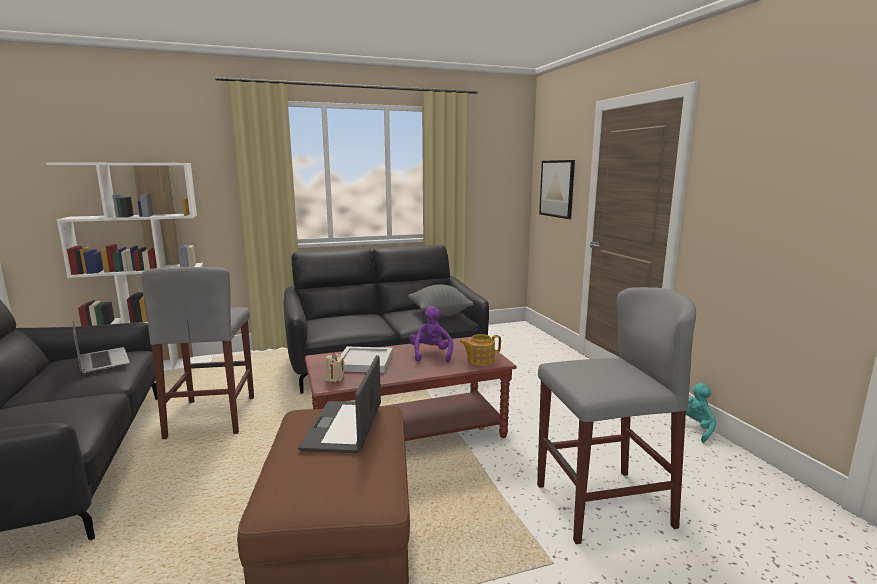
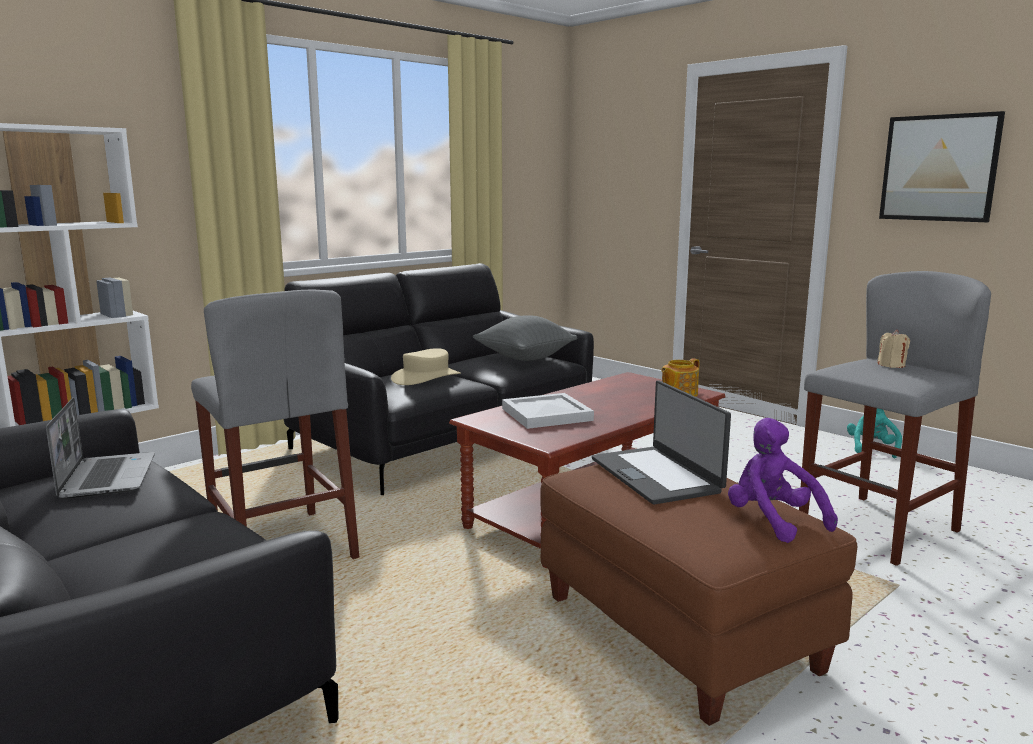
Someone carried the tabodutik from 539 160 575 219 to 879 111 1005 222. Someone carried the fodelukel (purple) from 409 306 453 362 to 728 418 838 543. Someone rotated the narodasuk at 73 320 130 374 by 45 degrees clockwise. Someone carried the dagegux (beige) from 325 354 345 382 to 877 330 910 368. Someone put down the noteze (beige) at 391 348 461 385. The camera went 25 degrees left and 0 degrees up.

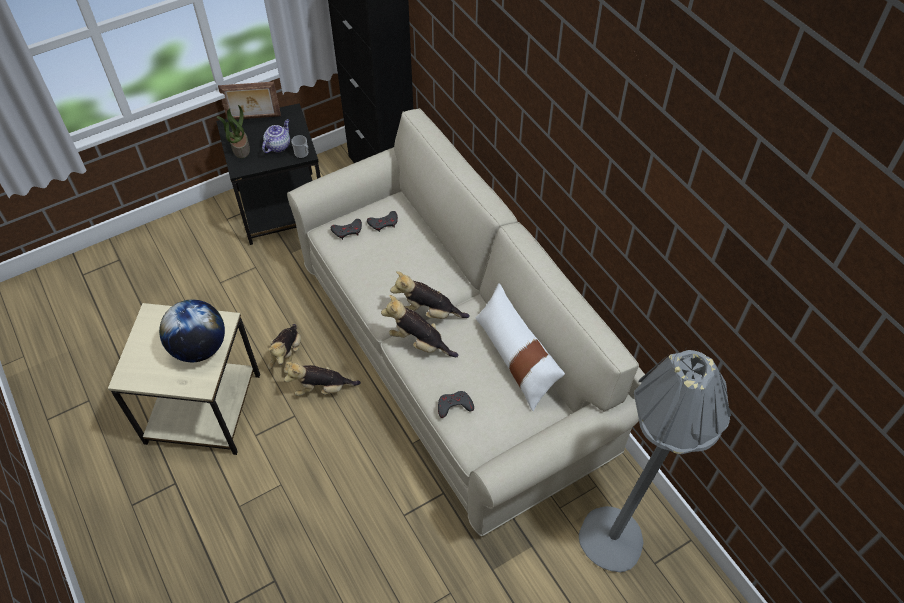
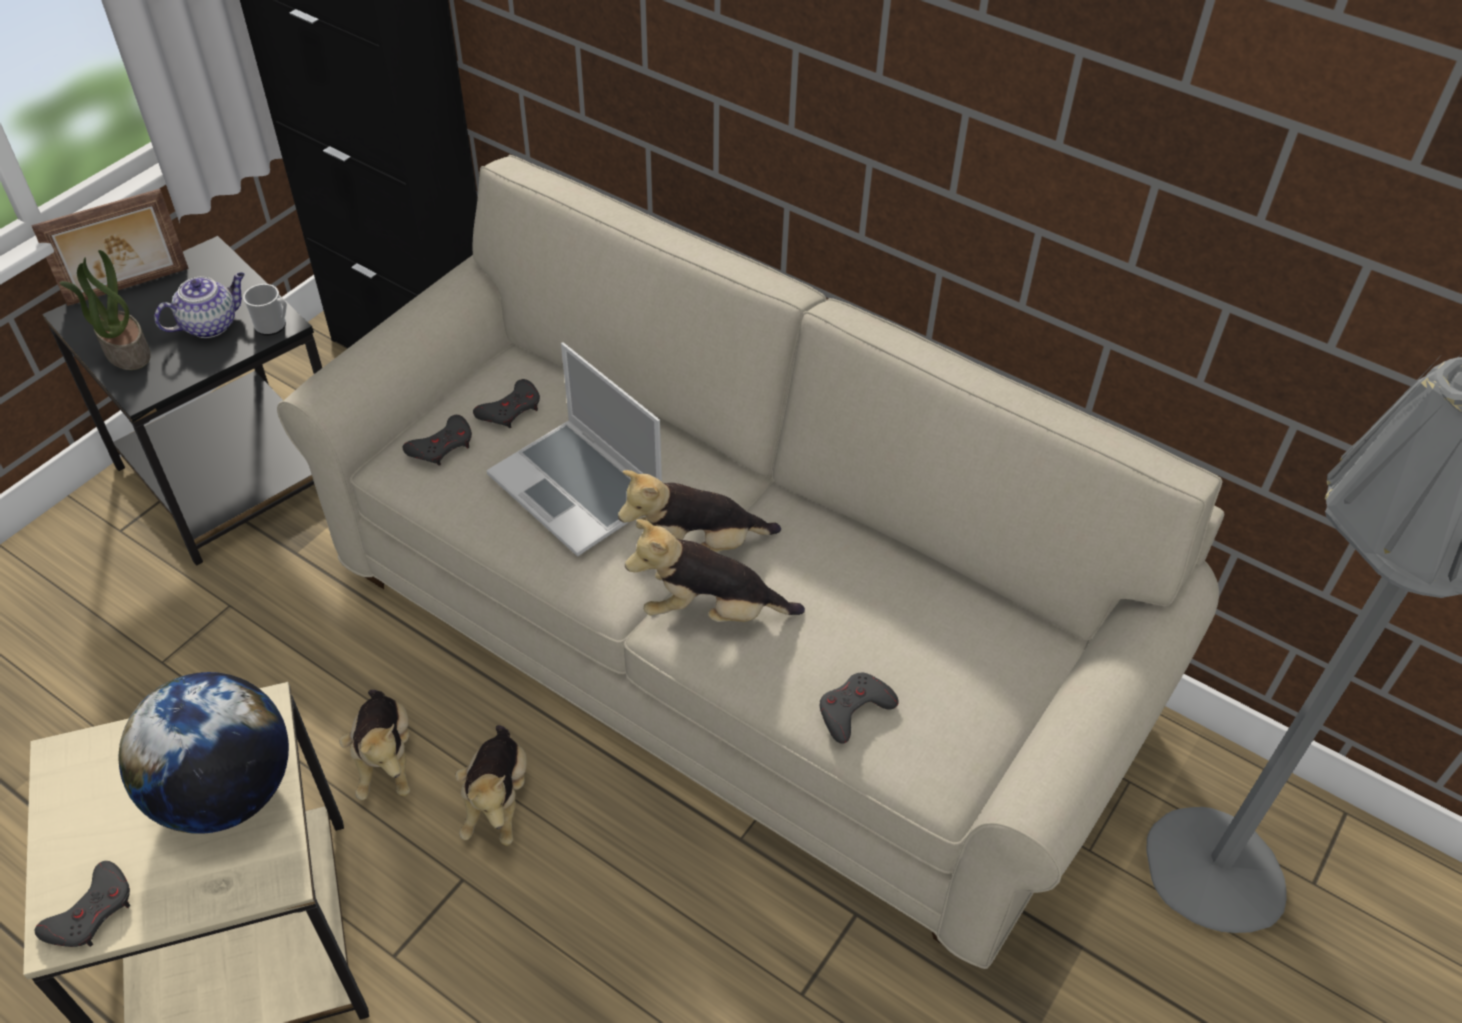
Someone rotated the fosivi at 262 119 290 153 by 45 degrees clockwise. Someone took away the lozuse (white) at 475 283 565 411. Someone rotated the fodelukel at 284 362 361 396 by 60 degrees counterclockwise. Someone put down the narodasuk at 486 342 662 557. Someone put down the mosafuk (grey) at 34 861 130 947. The camera went 25 degrees left and 5 degrees down.

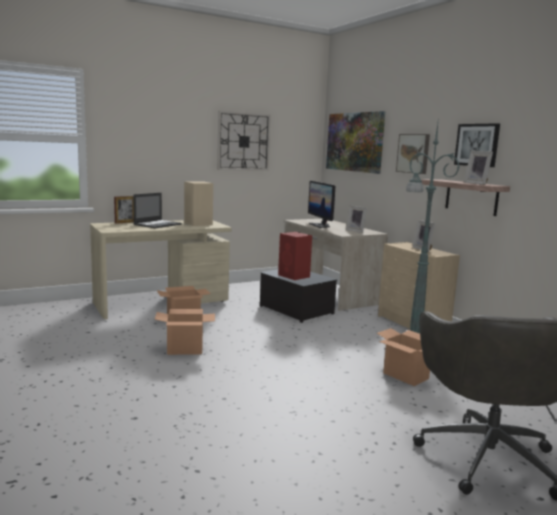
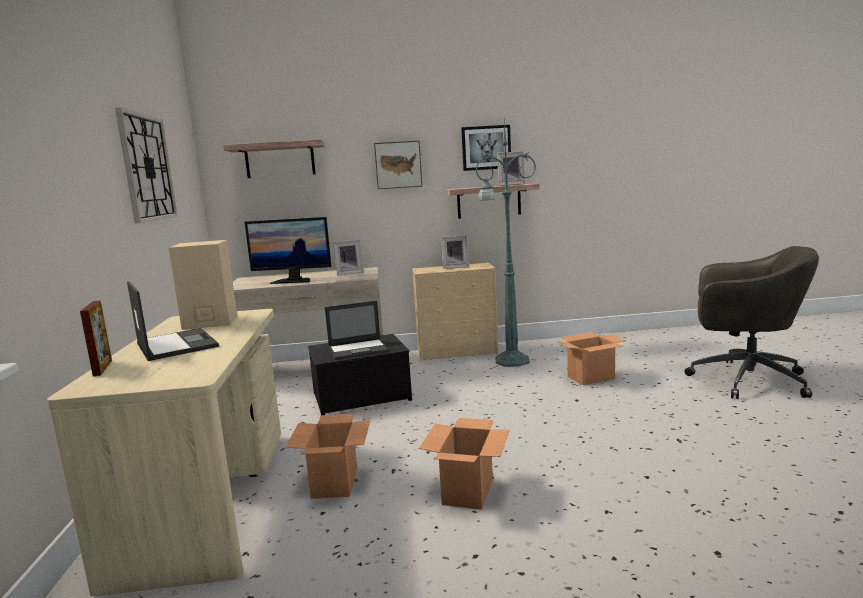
Someone swapped the tabodutik at 326 111 385 174 for the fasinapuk at 223 139 325 178. Someone swapped the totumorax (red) at 278 232 312 280 for the narodasuk at 325 301 389 360. The camera went 65 degrees left and 0 degrees up.

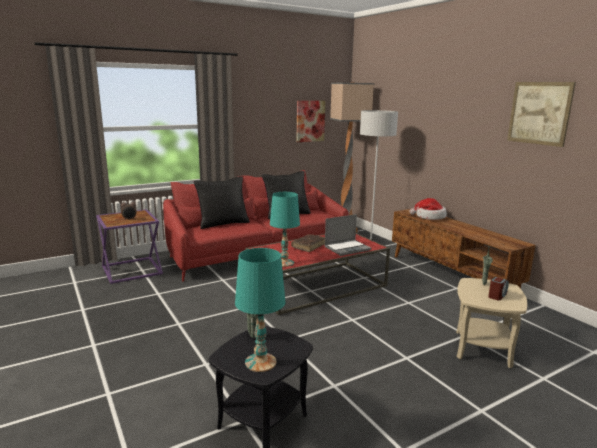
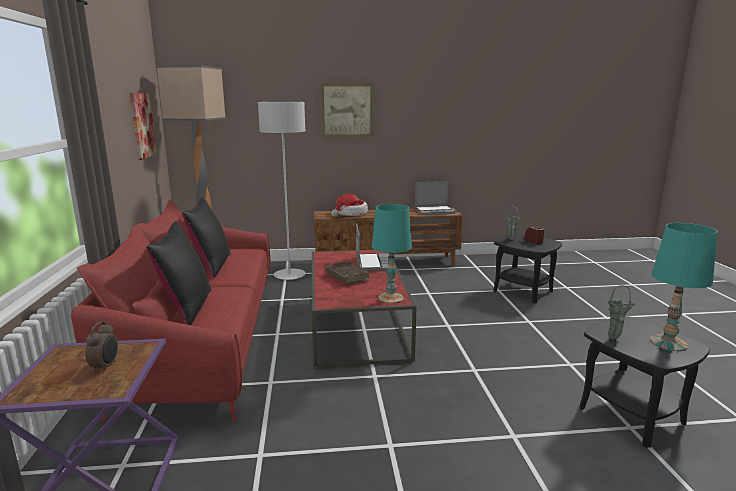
Someone carried the tabodutik from 507 82 576 147 to 320 83 374 138. Someone repainted the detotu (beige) at 456 278 528 368, which became the detotu (black) at 493 233 562 304. Someone put down the narodasuk at 415 181 456 215. The camera went 65 degrees left and 0 degrees up.

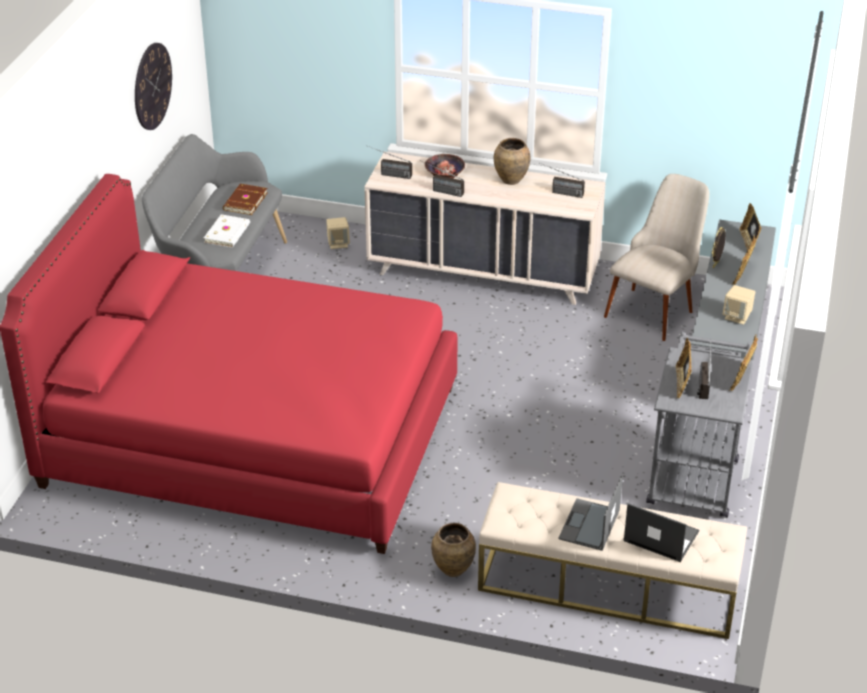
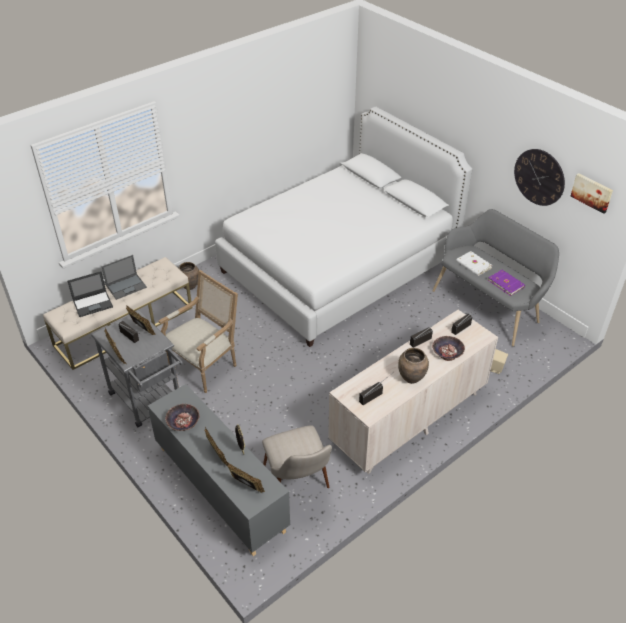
Someone repainted the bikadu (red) at 0 174 458 554, which became the bikadu (white) at 215 107 473 347. Someone repainted the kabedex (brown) at 223 184 268 215, which became the kabedex (purple) at 488 270 525 296. Someone swapped the totumorax (beige) at 723 285 755 325 for the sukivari at 165 404 199 431. Someone rotated the narodasuk at 558 475 623 551 by 90 degrees clockwise. Someone put up the tabodutik at 570 173 613 214. Someone put down the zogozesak at 158 270 238 393. The camera went 125 degrees right and 5 degrees up.

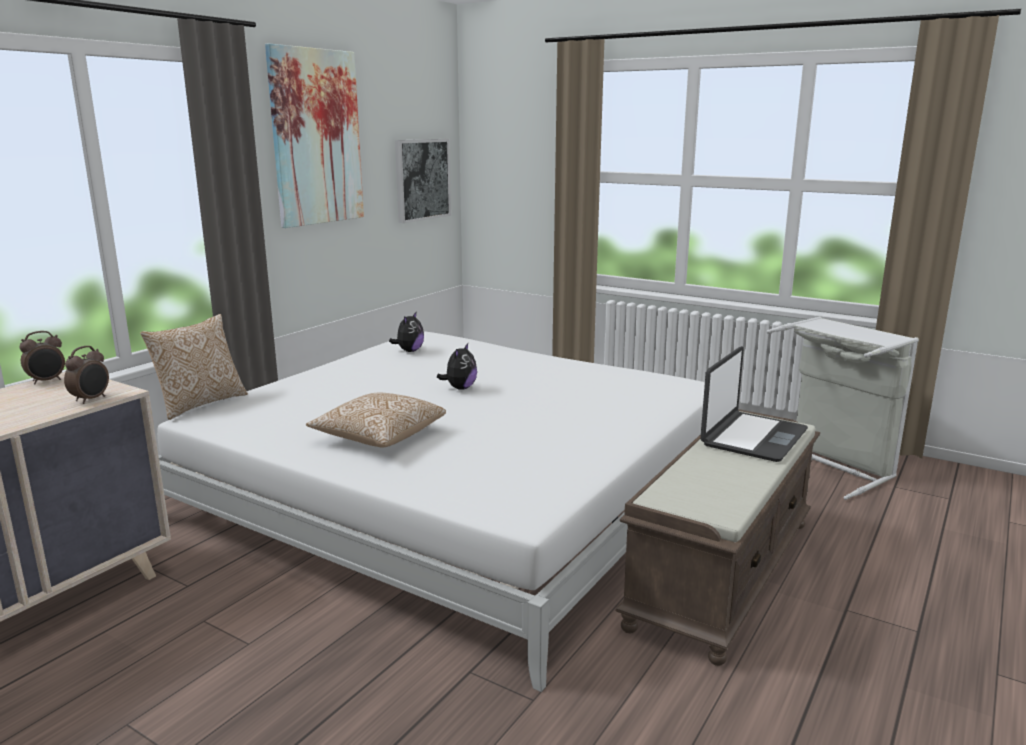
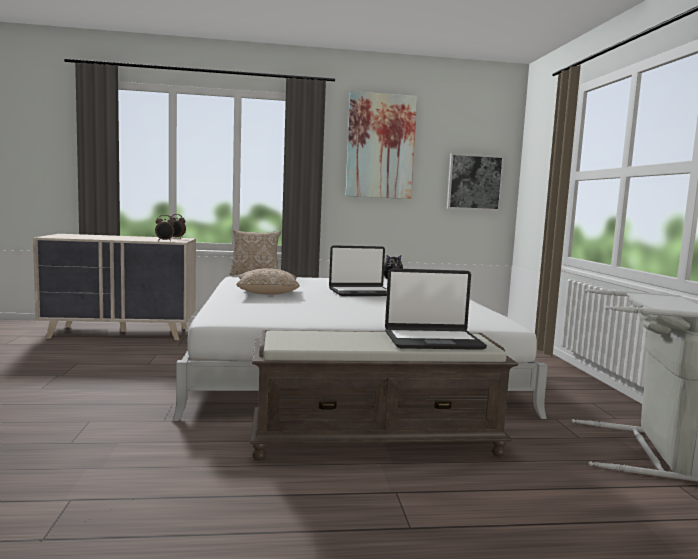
Someone swapped the fodelukel at 437 343 477 390 for the narodasuk at 329 245 387 296. The camera went 50 degrees right and 10 degrees down.

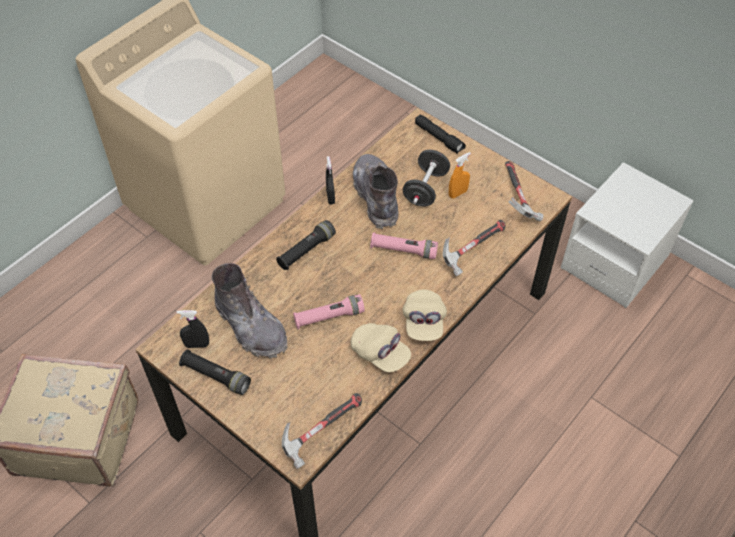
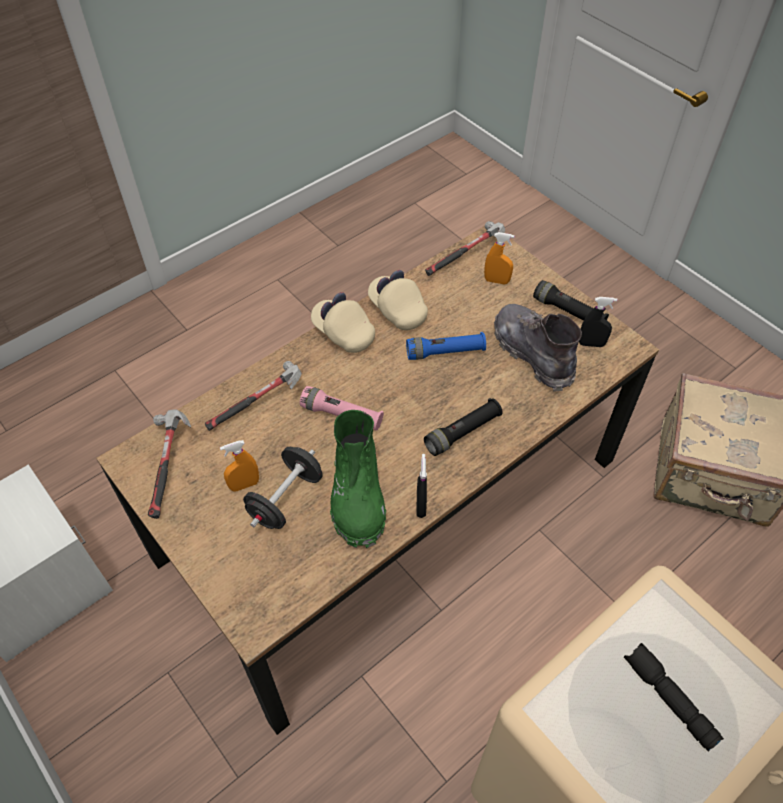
Someone carried the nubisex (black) from 415 114 466 154 to 624 643 724 752. Someone repainted the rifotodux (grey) at 353 154 398 229, which became the rifotodux (green) at 330 410 386 548. Someone rotated the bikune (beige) at 403 289 447 341 by 60 degrees counterclockwise. Someone repainted the nubisex (pink) at 293 294 365 329, which became the nubisex (blue) at 406 332 486 360. Someone put down the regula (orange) at 484 232 515 284. The camera went 170 degrees left and 0 degrees up.

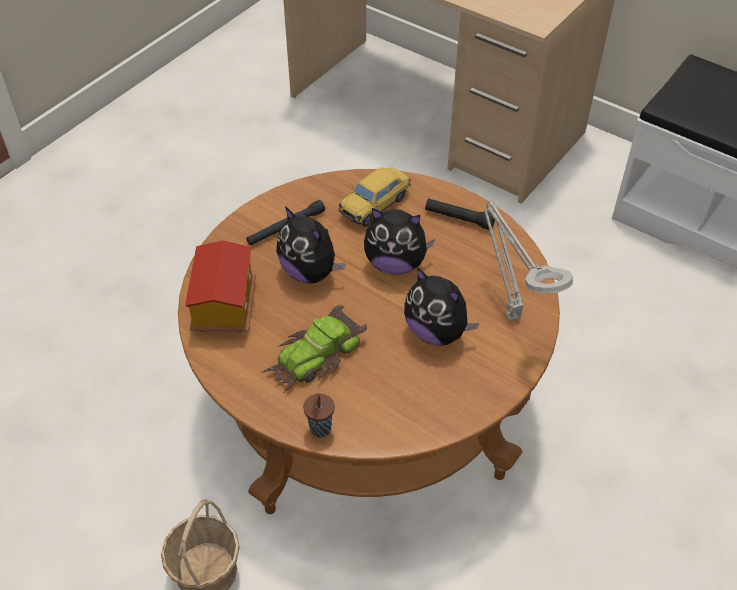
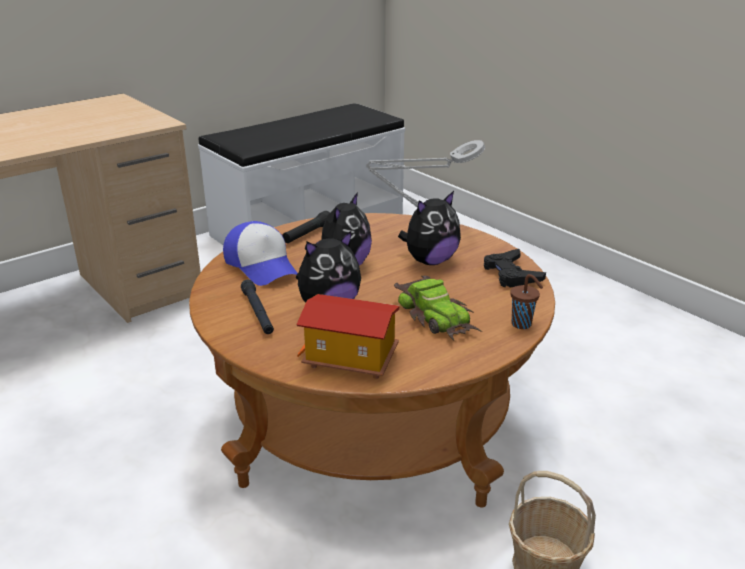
Someone swapped the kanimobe at 339 167 411 227 for the bikune at 223 221 298 286. Someone put down the mosafuk (black) at 484 249 546 287. The camera went 75 degrees left and 20 degrees down.

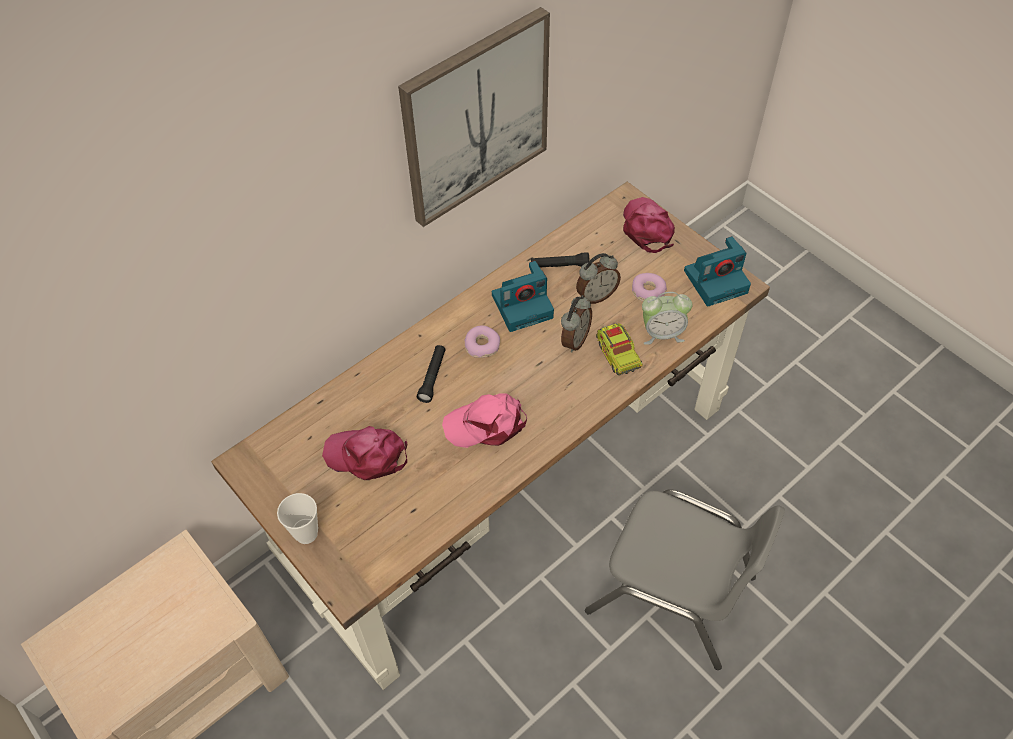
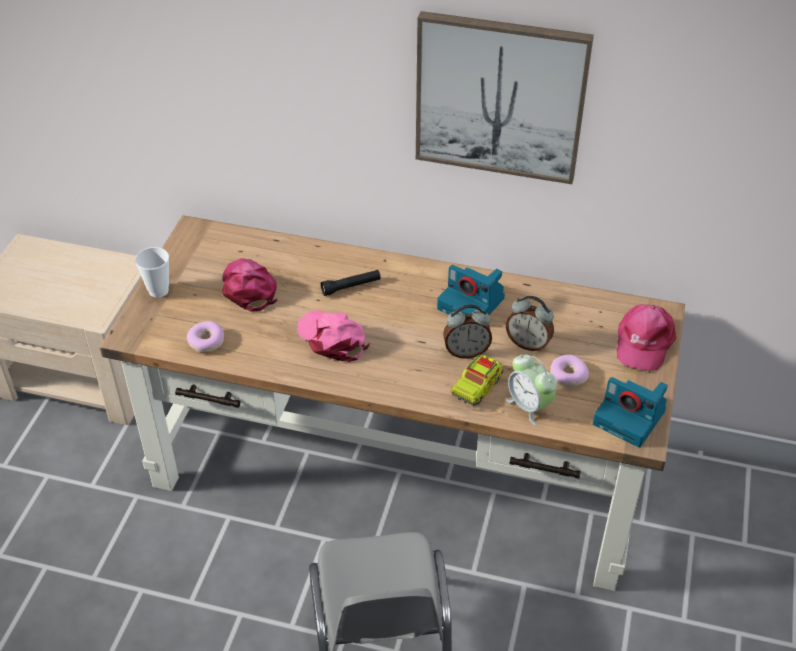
Someone rotated the bikune (pink) at 623 197 675 253 by 150 degrees clockwise. Someone took away the nubisex (black) at 531 252 590 267. Someone carried the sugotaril from 464 326 500 358 to 187 321 224 352. The camera went 55 degrees right and 10 degrees down.

